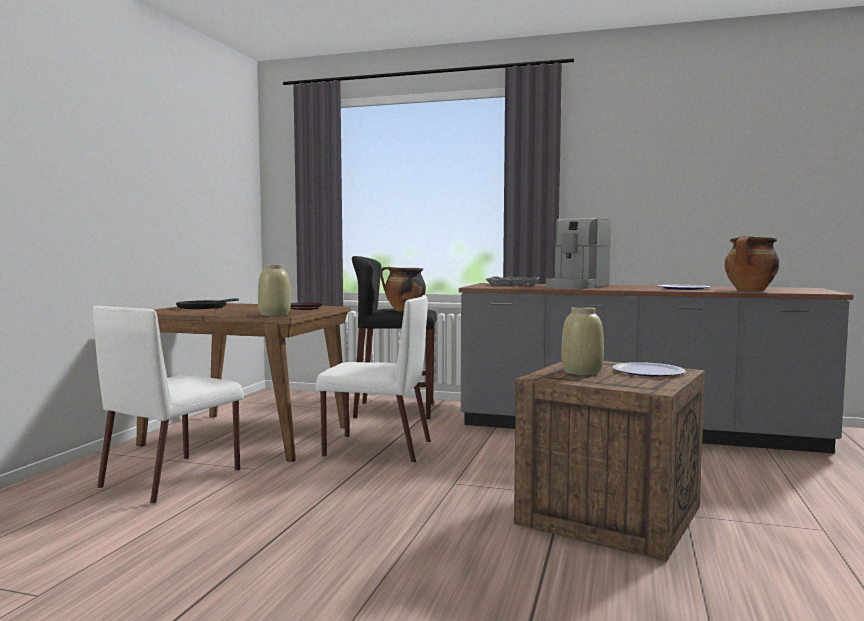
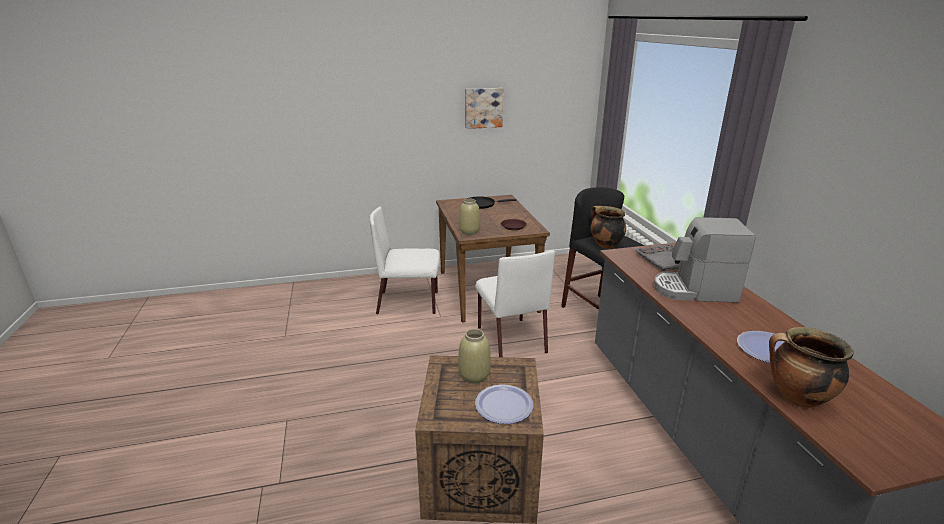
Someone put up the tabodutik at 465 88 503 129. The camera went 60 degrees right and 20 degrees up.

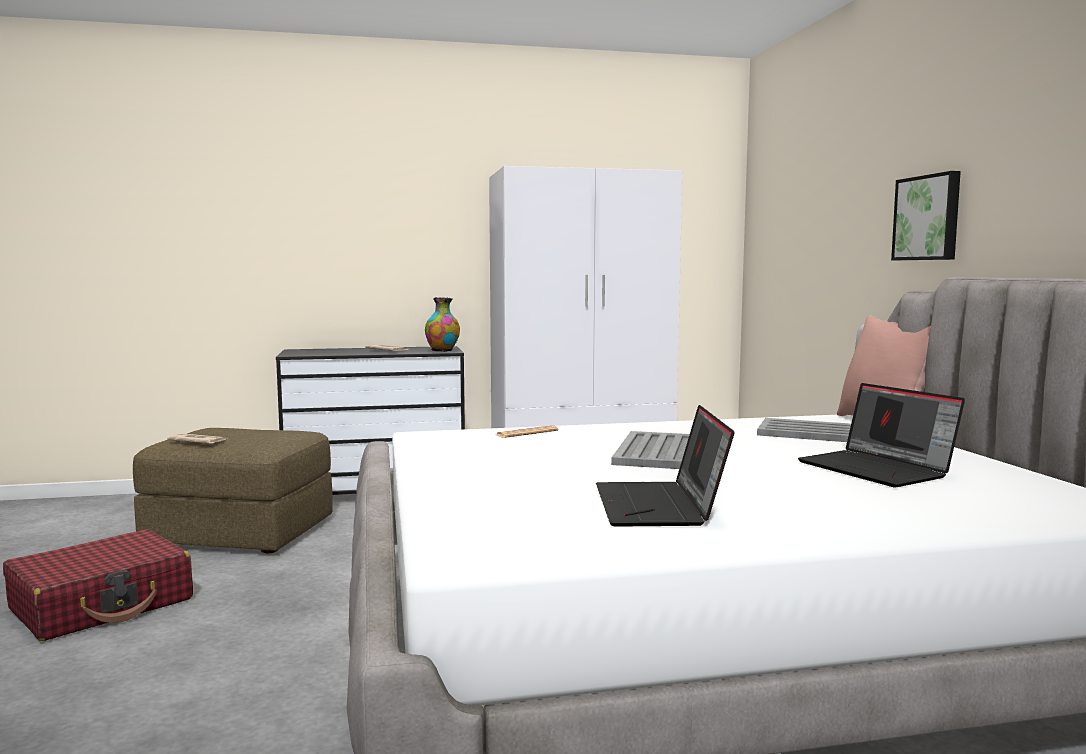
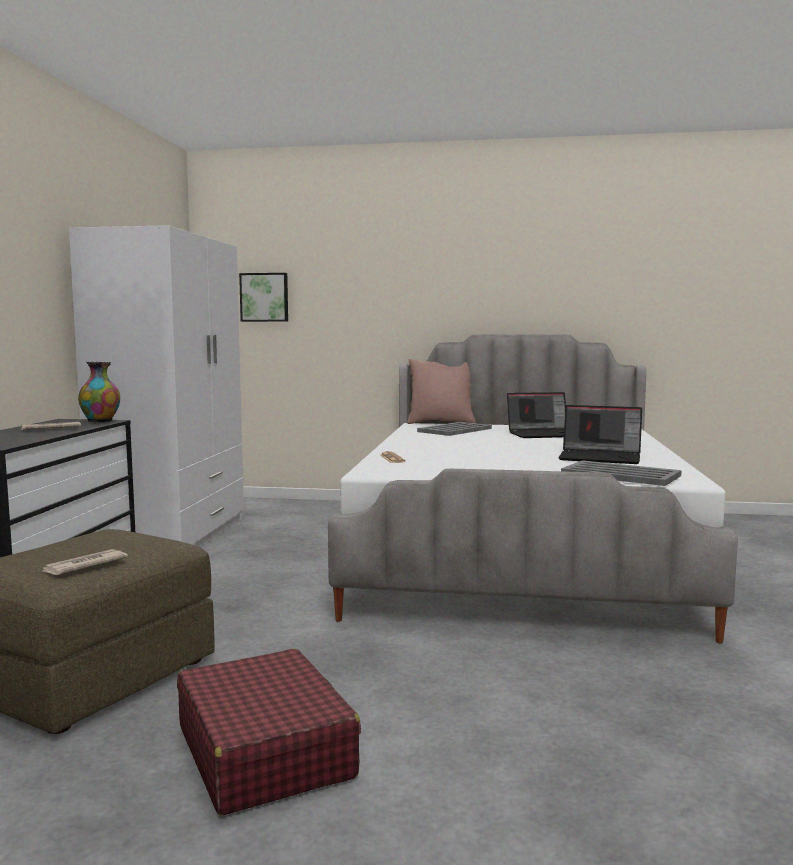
Someone carried the tabodutik from 891 171 961 260 to 239 273 288 322. Someone carried the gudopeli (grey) from 611 431 690 469 to 561 460 682 486. The camera went 70 degrees left and 0 degrees up.

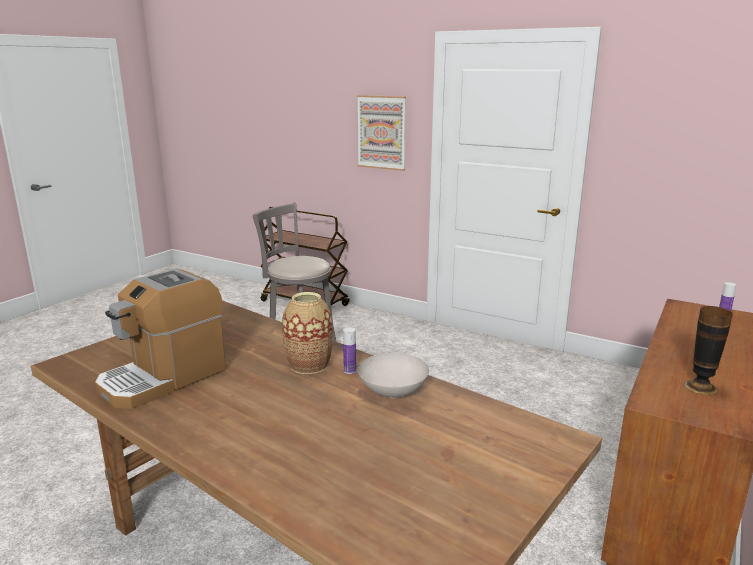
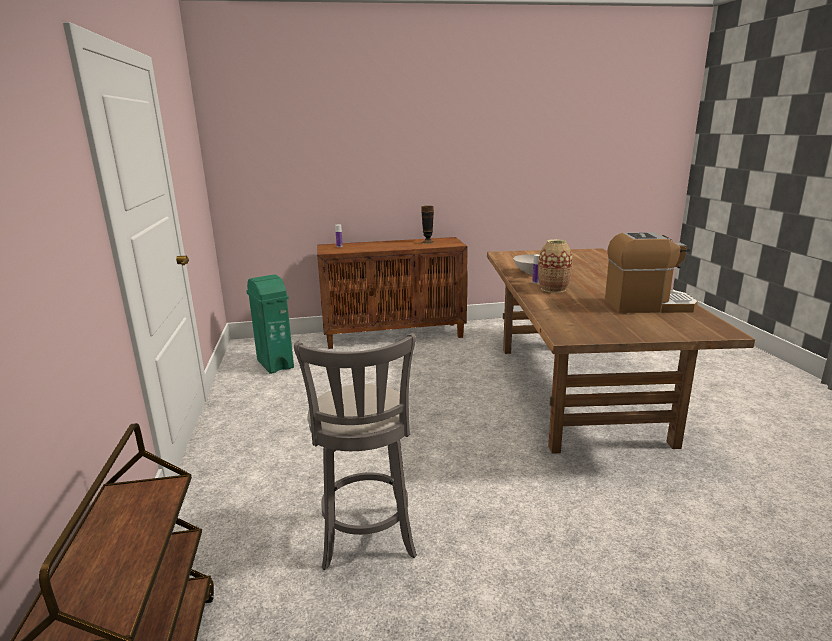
Someone took away the tabodutik at 357 95 406 171. Someone put down the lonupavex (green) at 246 275 294 374. The camera went 130 degrees left and 0 degrees up.

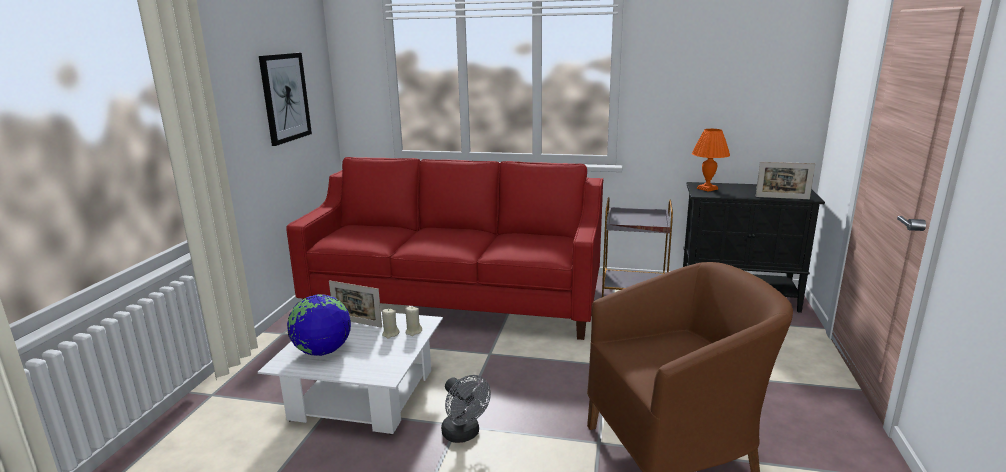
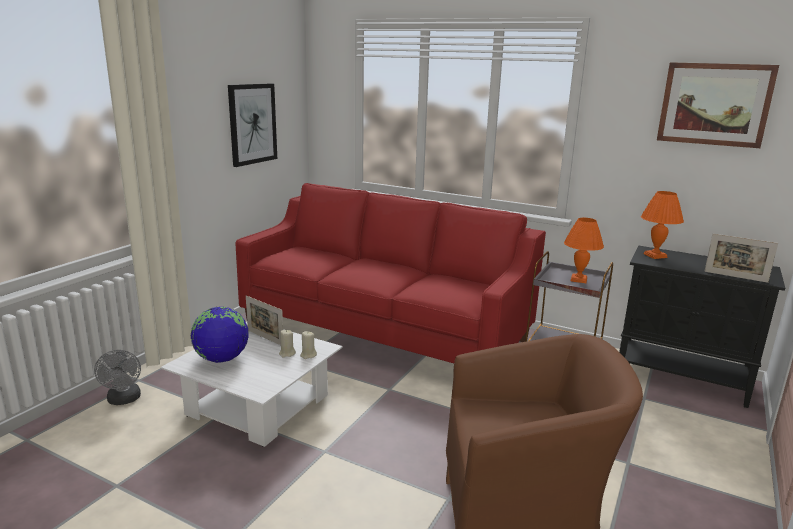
Someone carried the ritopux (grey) from 441 375 491 443 to 94 350 141 405. Someone put up the tabodutik at 657 62 779 148. Someone put down the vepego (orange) at 564 218 604 283. The camera went 15 degrees right and 0 degrees up.

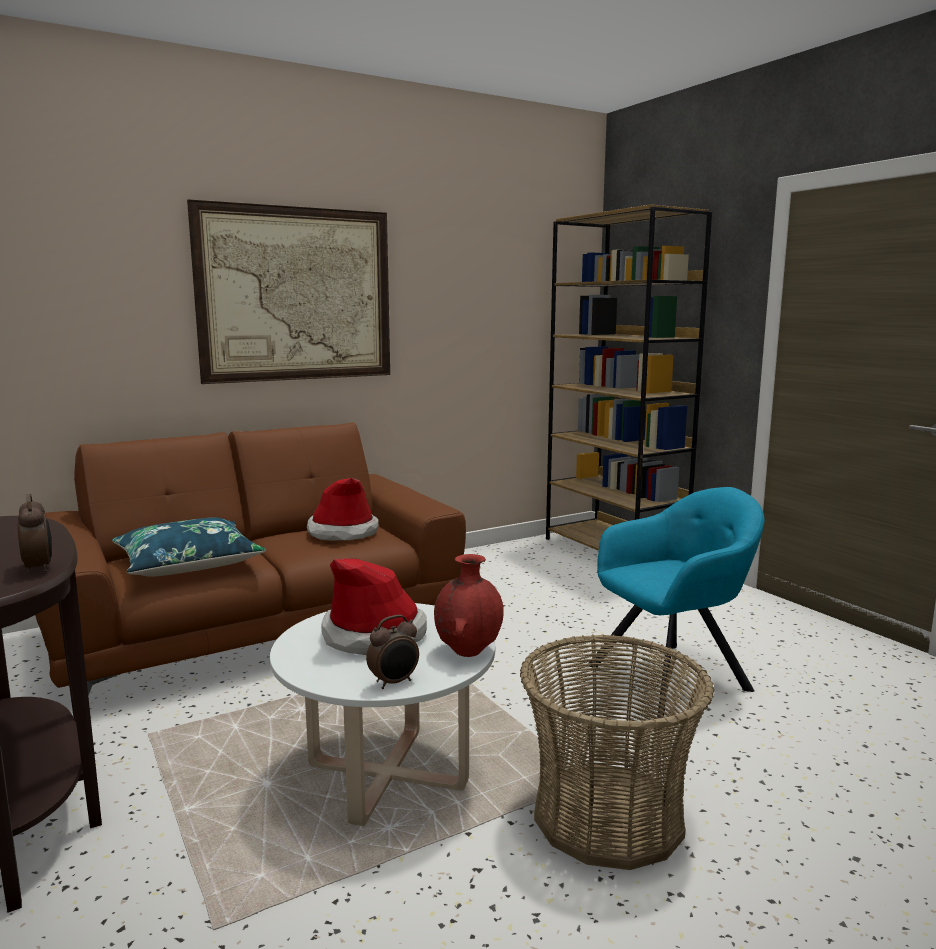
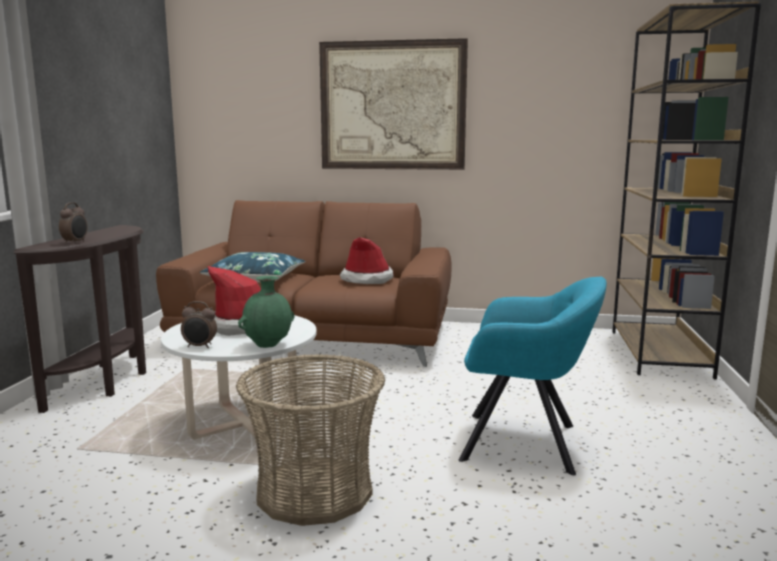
Someone repainted the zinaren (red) at 434 554 504 657, which became the zinaren (green) at 238 276 295 348. The camera went 40 degrees right and 0 degrees up.

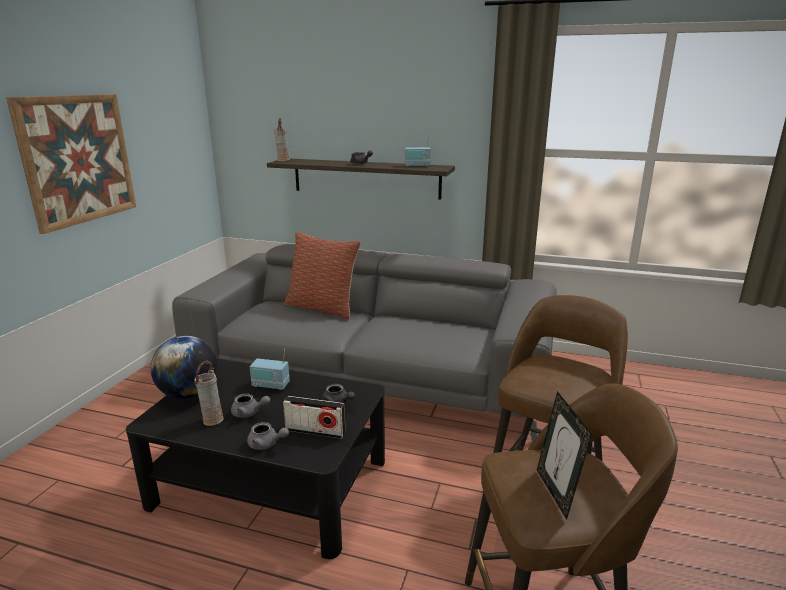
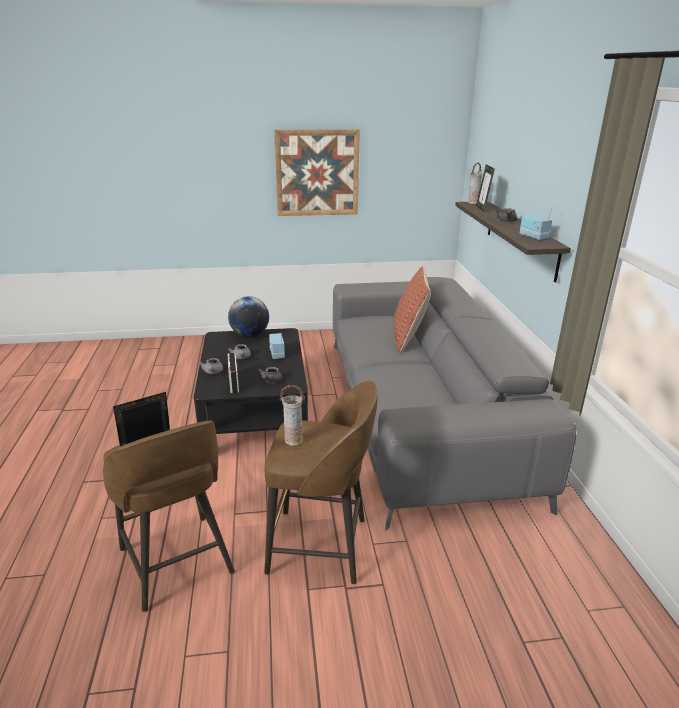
Someone carried the zinaren from 194 360 224 426 to 280 385 306 446. Someone put down the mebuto at 476 164 495 212. The camera went 65 degrees right and 5 degrees up.

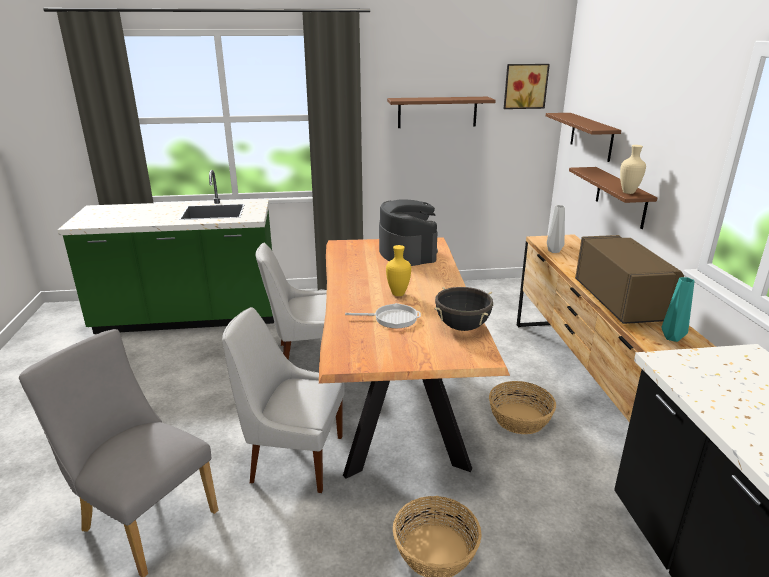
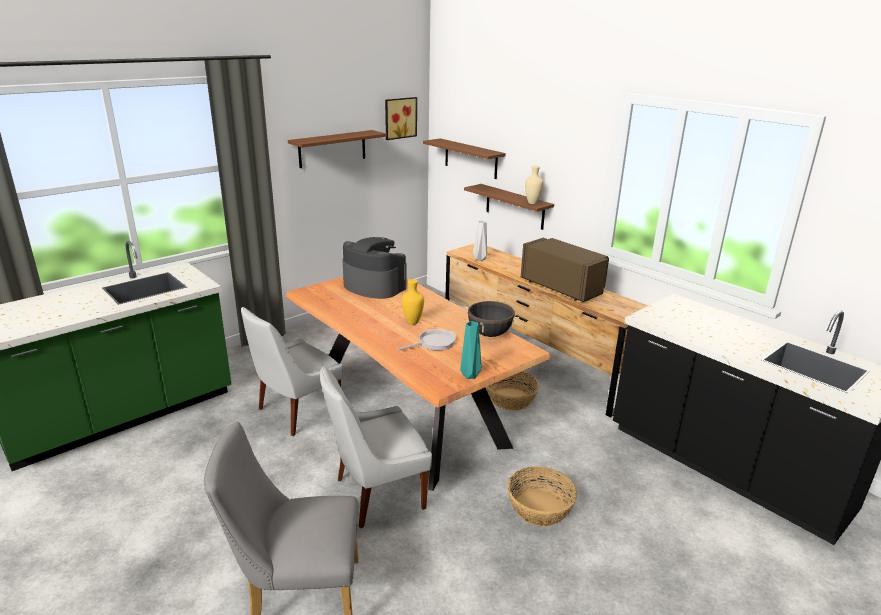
Someone carried the zinaren (turquoise) from 662 277 695 342 to 460 321 482 379. The camera went 35 degrees left and 0 degrees up.

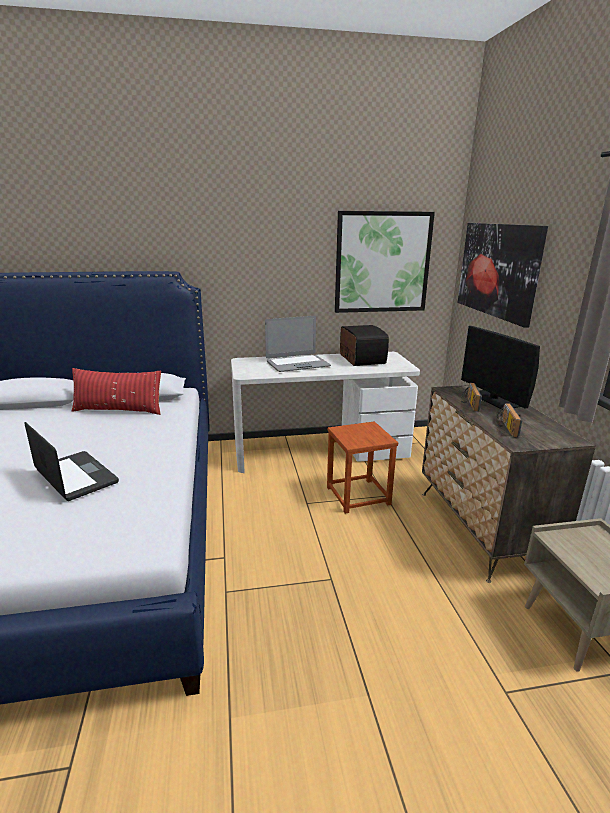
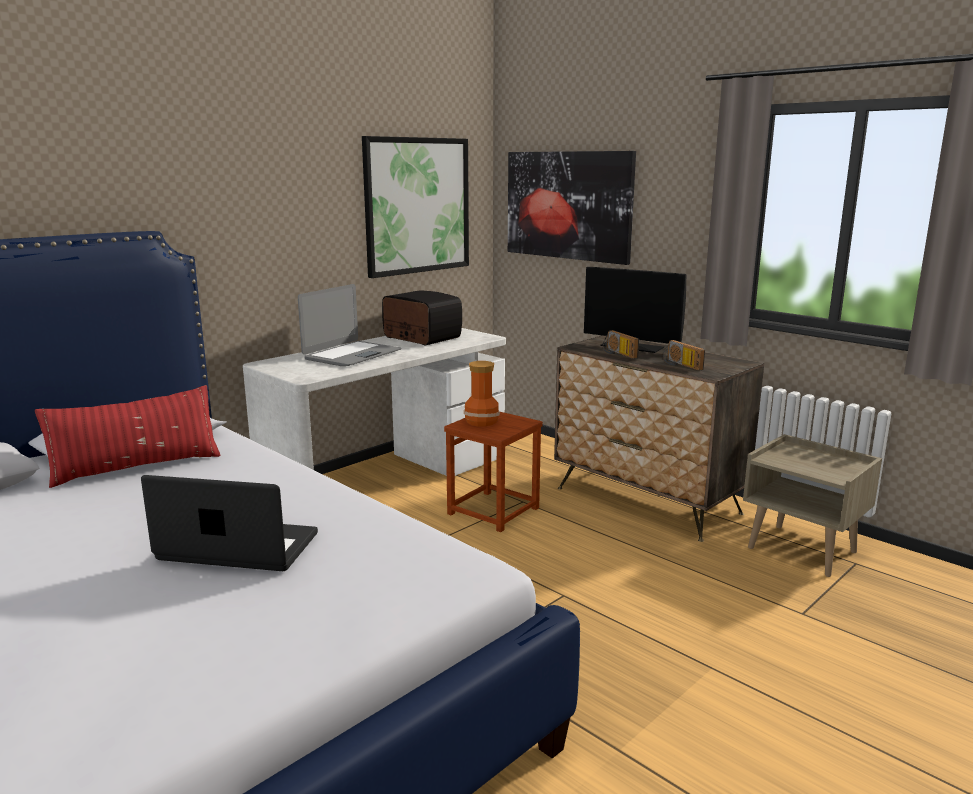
Someone put down the zinaren at 464 361 500 426. The camera went 35 degrees left and 5 degrees down.

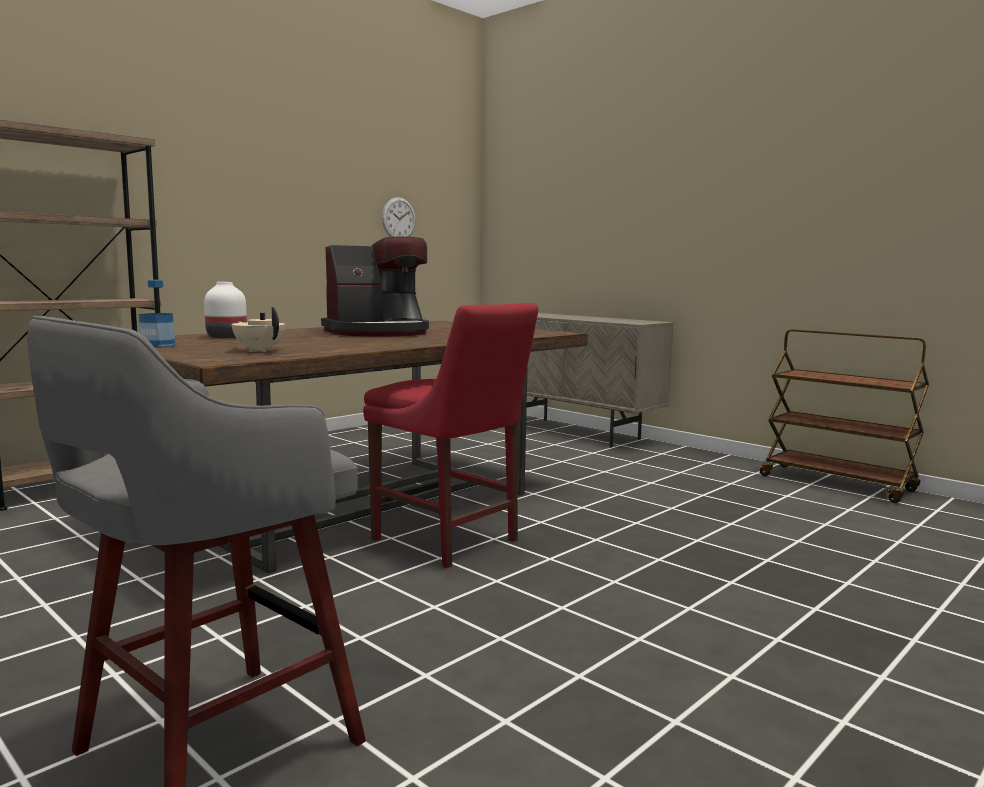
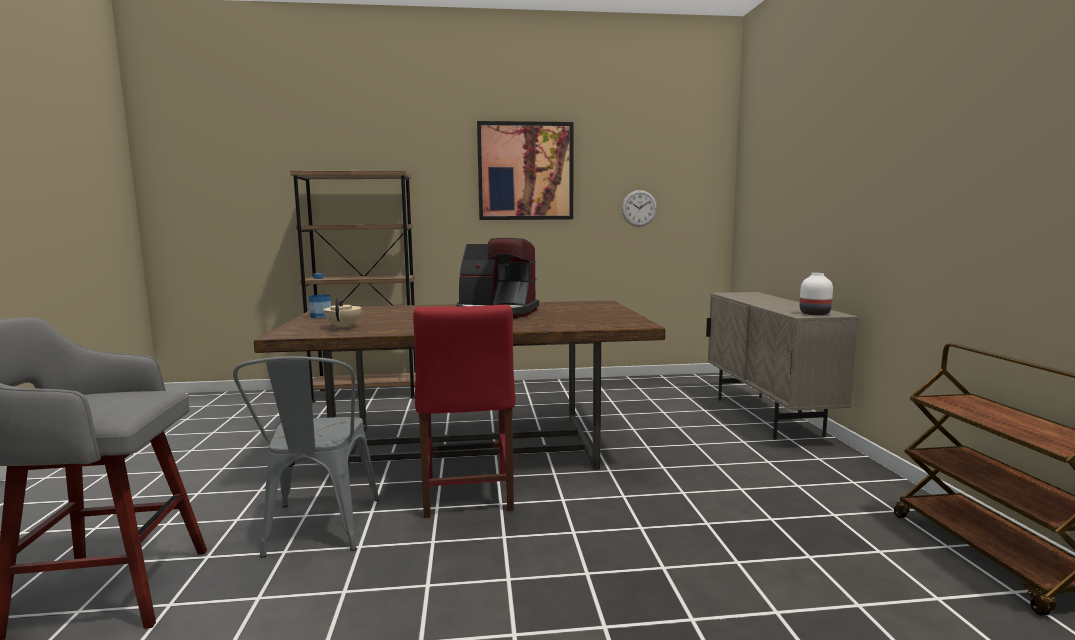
Someone carried the zinaren (white) from 204 282 247 339 to 800 273 833 315. Someone put up the tabodutik at 477 121 573 220. Someone put down the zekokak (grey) at 233 356 379 558. The camera went 40 degrees right and 0 degrees up.

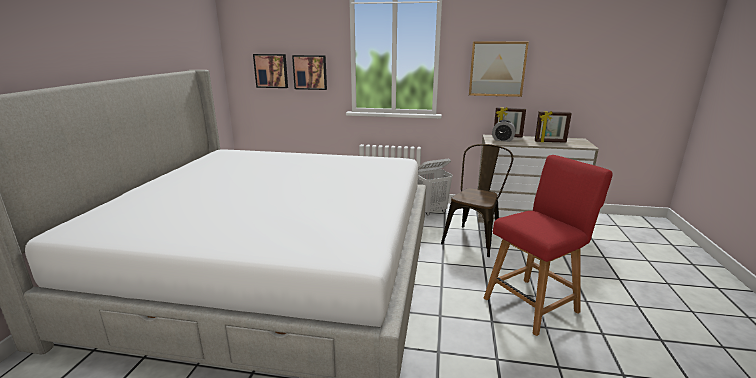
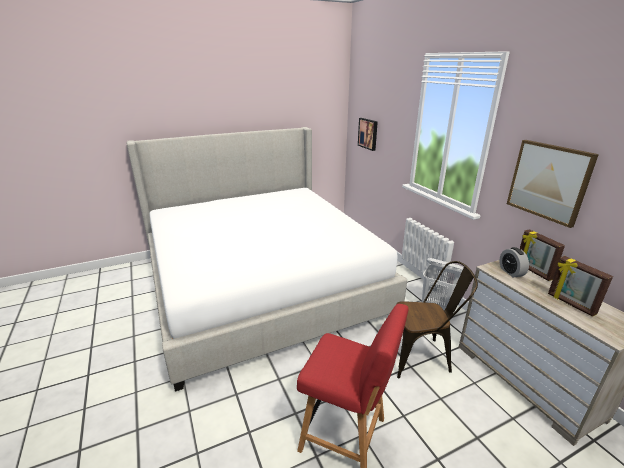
Someone took away the tabodutik at 292 55 327 90. The camera went 55 degrees right and 5 degrees up.

